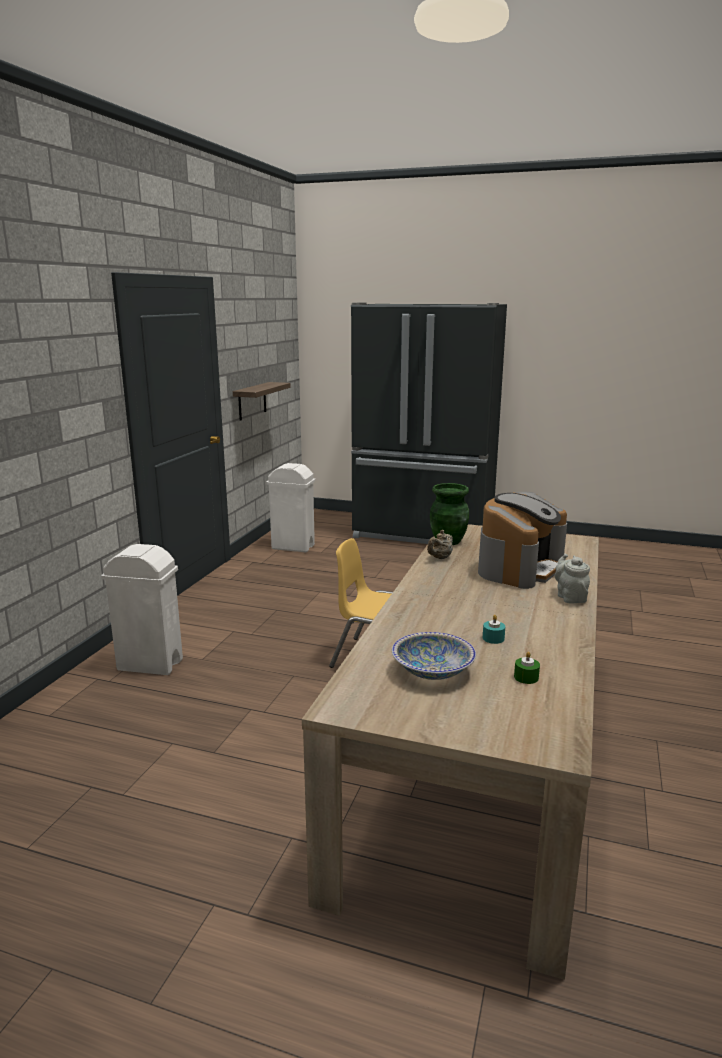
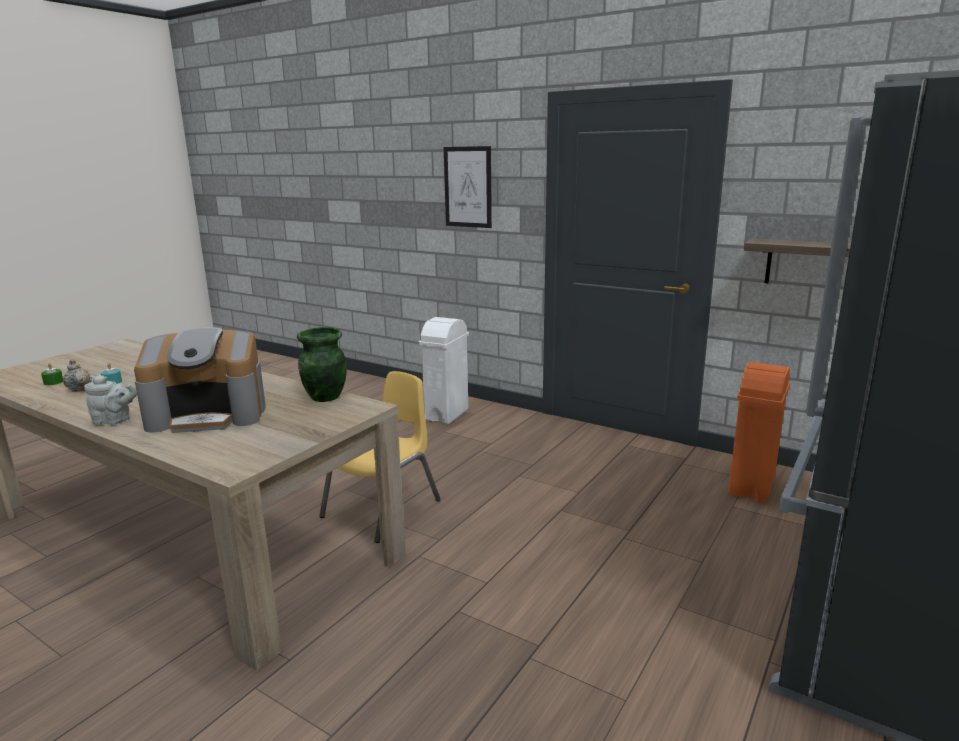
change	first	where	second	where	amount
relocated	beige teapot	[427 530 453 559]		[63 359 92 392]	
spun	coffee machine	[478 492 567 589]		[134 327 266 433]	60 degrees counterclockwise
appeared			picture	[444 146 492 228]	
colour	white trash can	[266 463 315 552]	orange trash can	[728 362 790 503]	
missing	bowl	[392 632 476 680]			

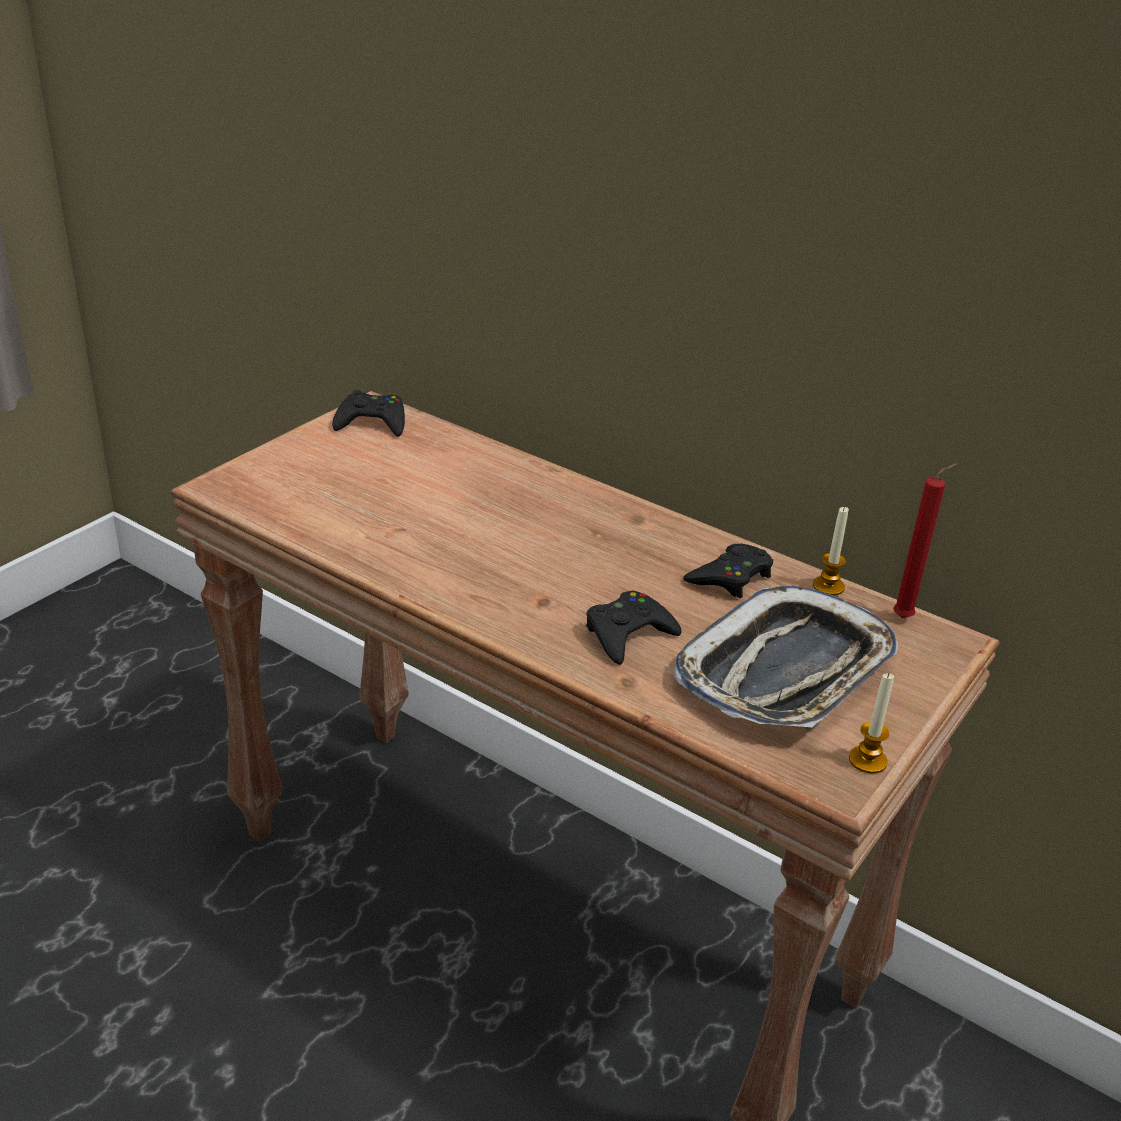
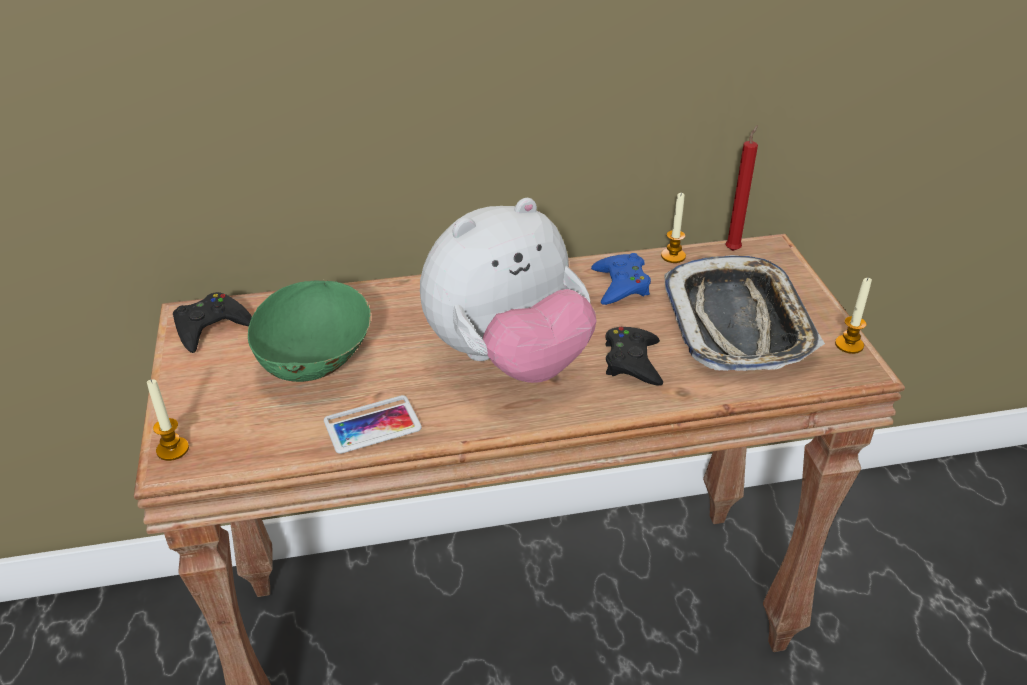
change	first	where	second	where	amount
appeared			candle	[147 379 189 461]	
appeared			green bowl	[248 279 372 382]	
appeared			phone	[324 395 422 454]	
appeared			plush toy	[420 198 596 383]	
colour	black game controller	[683 544 773 598]	blue game controller	[591 253 651 305]	

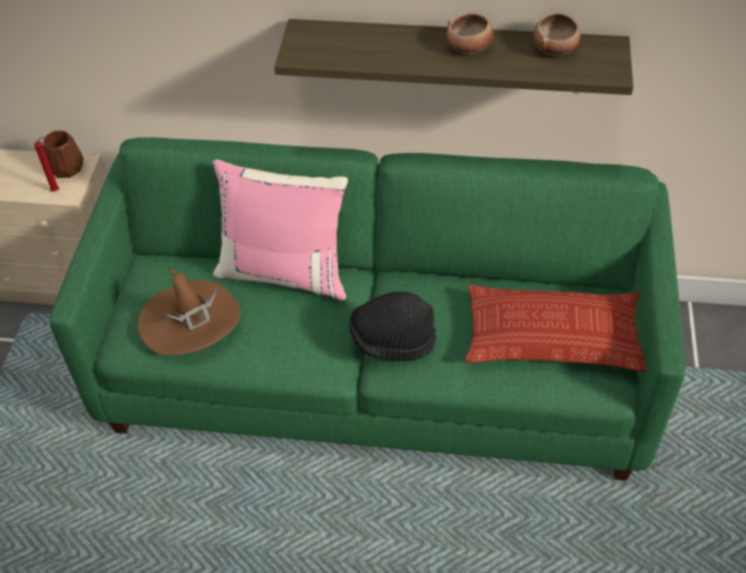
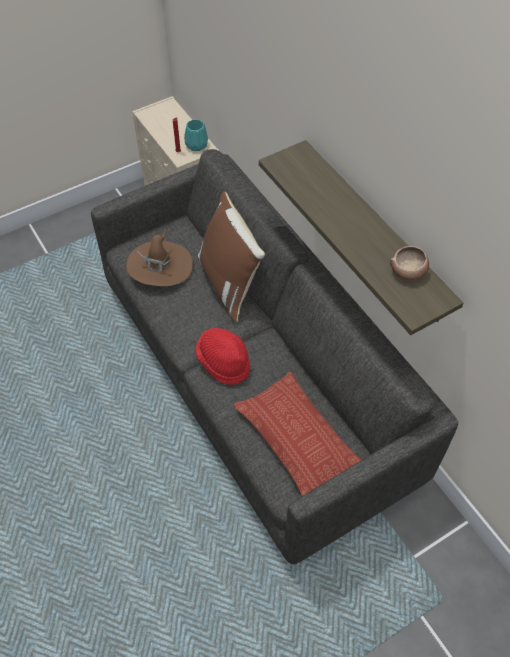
change	first	where	second	where	amount
colour	green sofa	[49 137 685 481]	grey sofa	[91 149 458 564]	
colour	brown vase	[43 131 83 178]	turquoise vase	[184 119 208 151]	
colour	black hat	[349 292 436 361]	red hat	[195 328 250 385]	
colour	pink pillow	[213 159 348 300]	brown pillow	[198 191 265 322]	
missing	bowl	[447 13 494 54]			

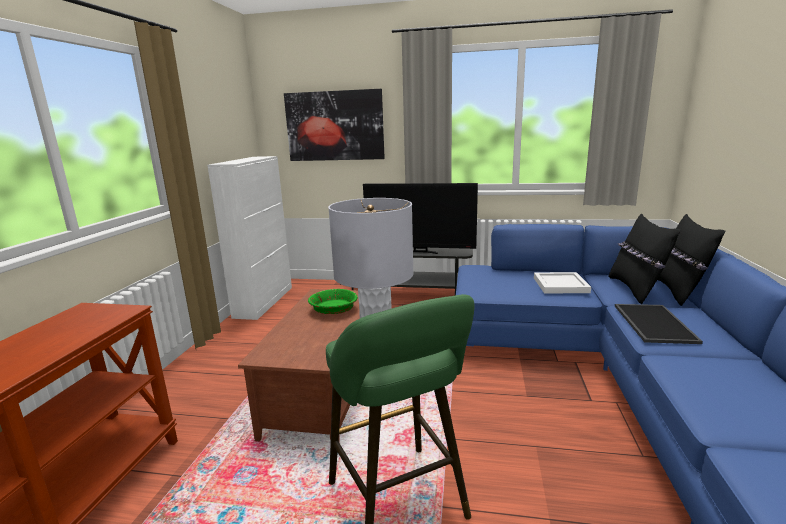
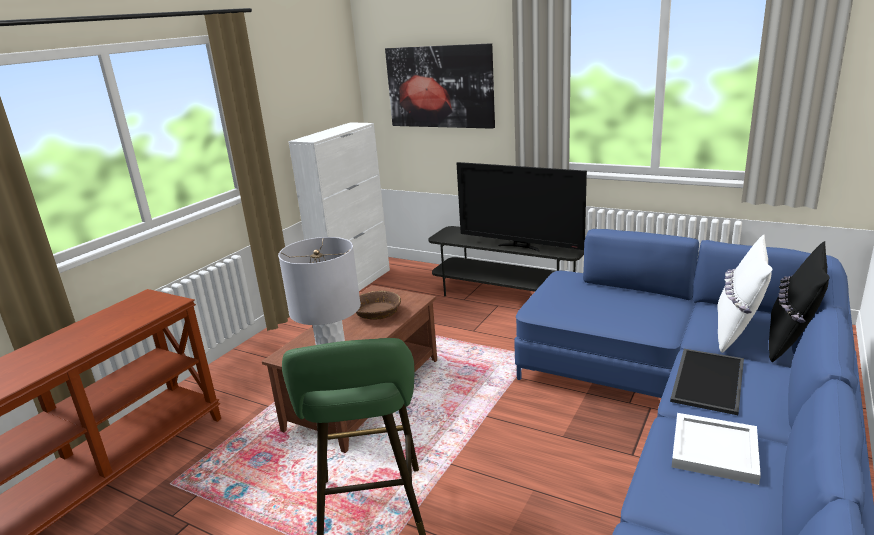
change	first	where	second	where	amount
colour	green bowl	[308 289 358 314]	brown bowl	[356 291 401 319]	
relocated	white tray	[534 272 591 293]		[672 413 761 485]	
colour	black pillow	[608 213 681 304]	white pillow	[717 235 772 353]	

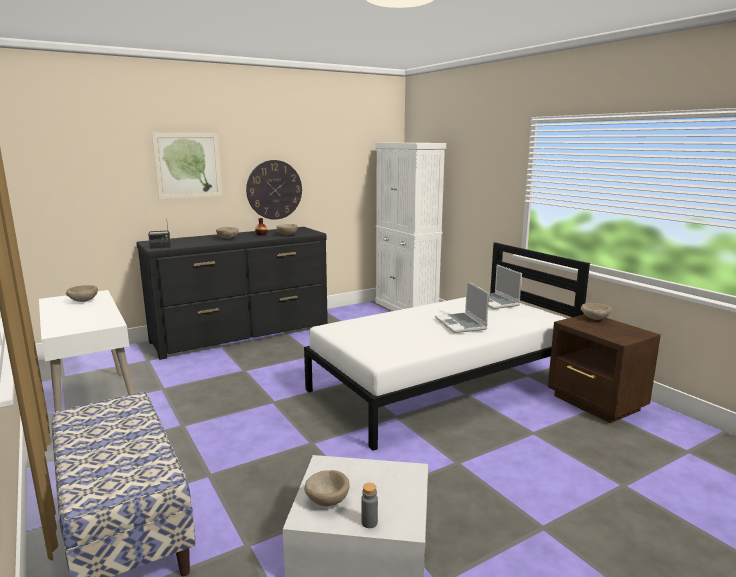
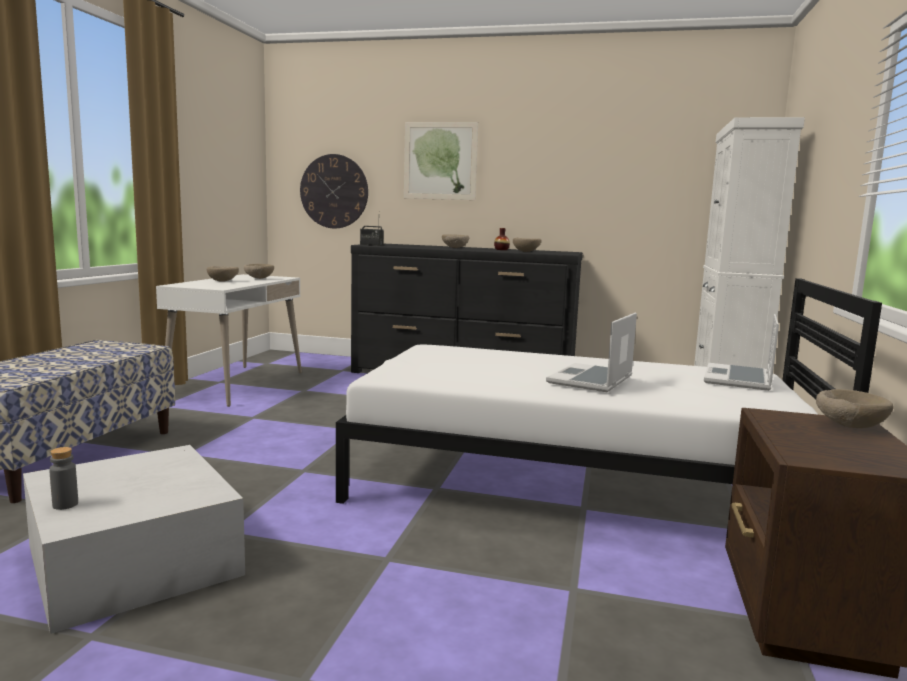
change	first	where	second	where	amount
relocated	beige bowl	[304 470 350 506]		[207 266 239 282]	
relocated	wall clock	[246 160 302 220]		[300 154 368 228]	

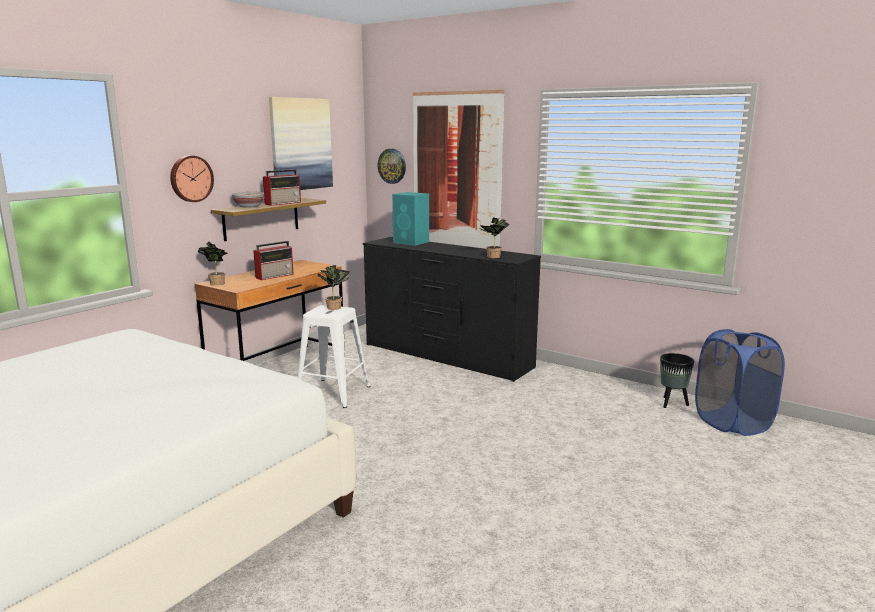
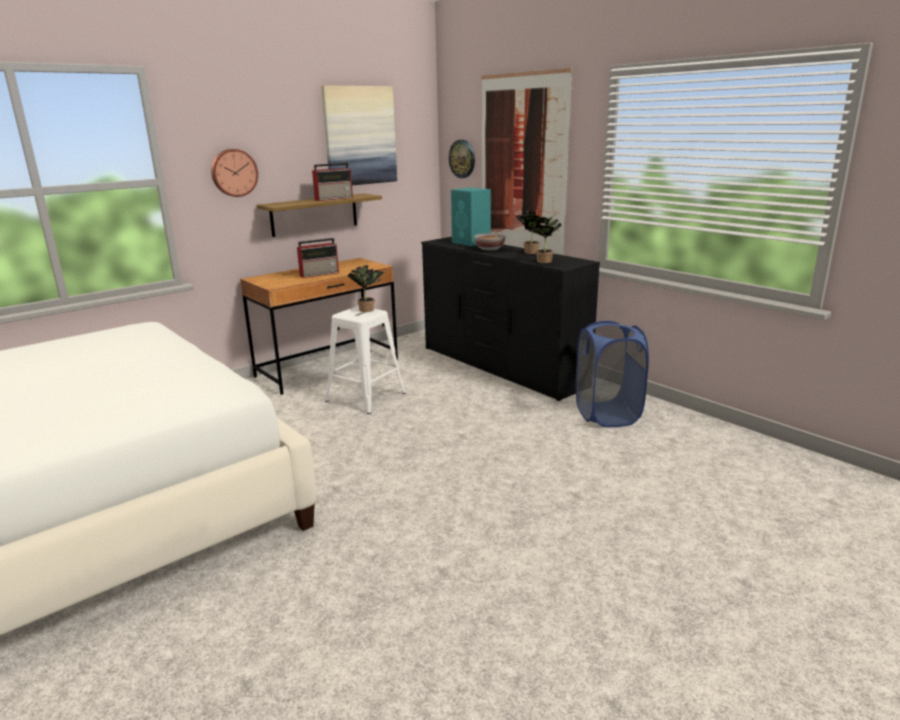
change	first	where	second	where	amount
relocated	bowl	[232 192 264 208]		[474 233 506 251]	
relocated	potted plant	[197 241 228 286]		[516 209 542 254]	
relocated	blue laundry basket	[695 329 785 436]		[575 321 649 427]	
missing	black planter	[660 353 694 408]			

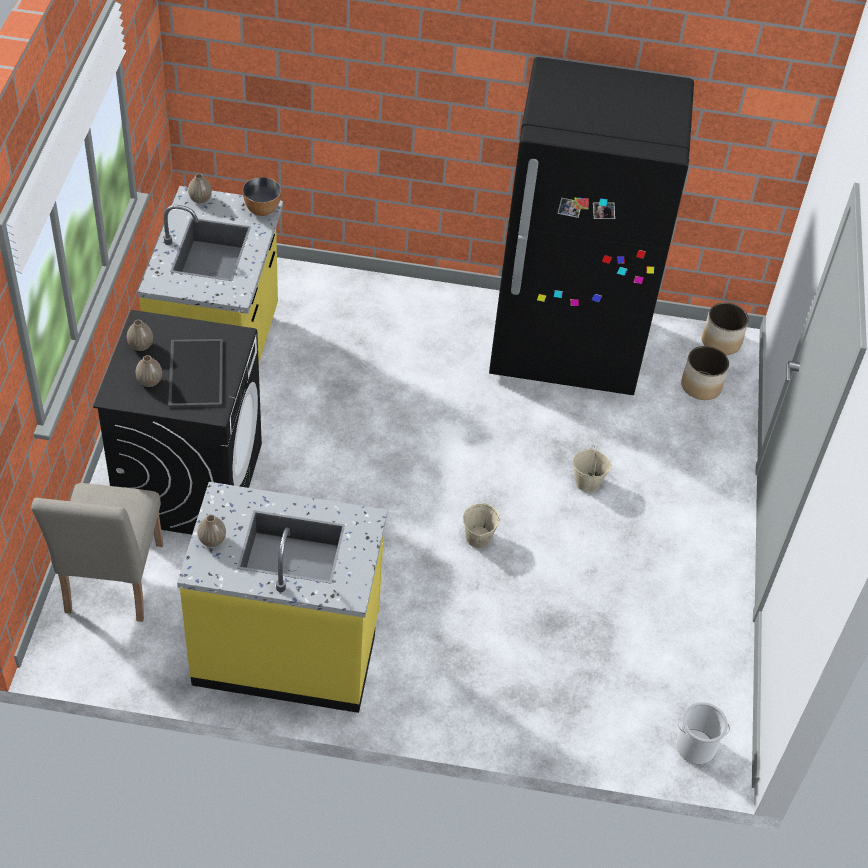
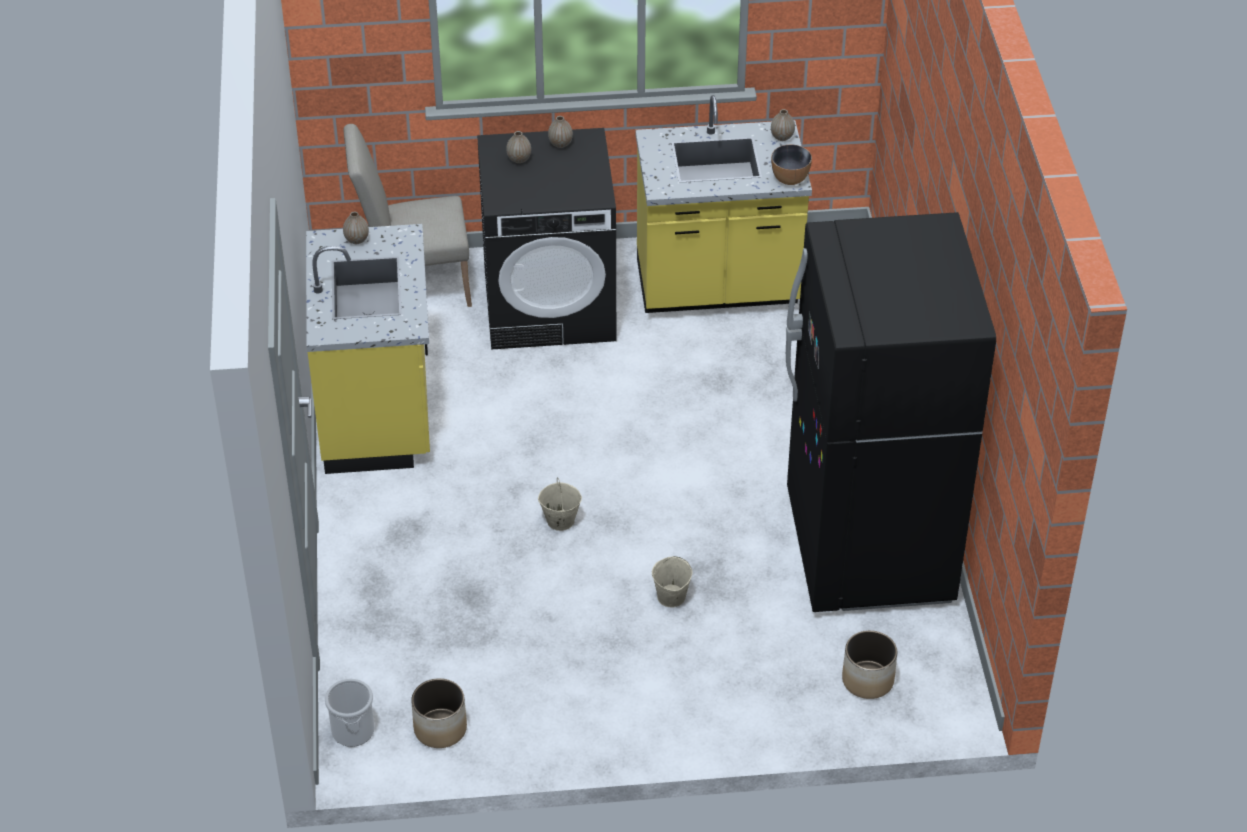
change	first	where	second	where	amount
relocated	planter	[702 302 749 355]		[411 678 467 748]	
missing	tray	[168 339 223 408]			

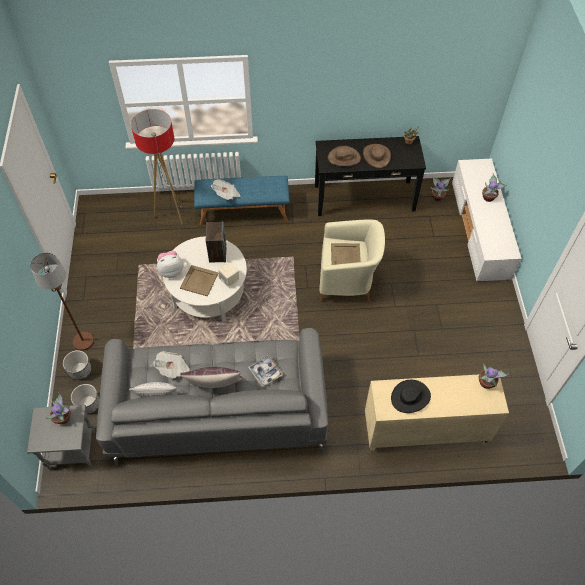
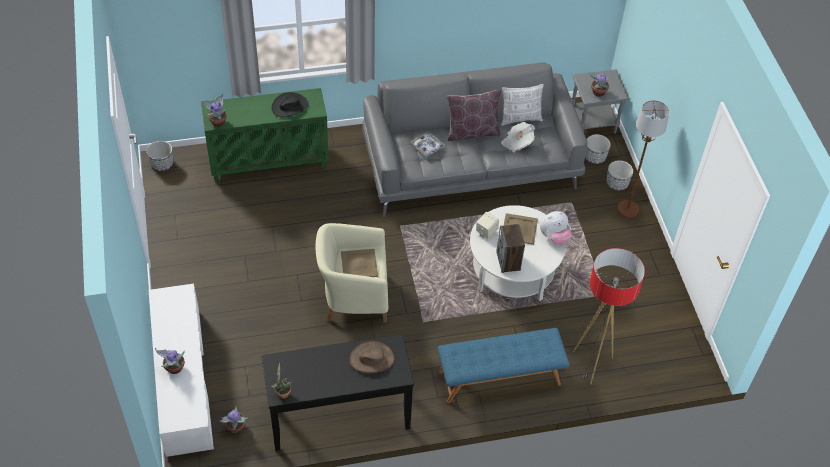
change	first	where	second	where	amount
appeared			planter	[147 141 173 171]	
colour	beige cabinet	[365 374 509 451]	green cabinet	[201 88 329 183]	
missing	newspaper	[211 179 241 200]			
missing	brown hat	[363 144 391 168]			

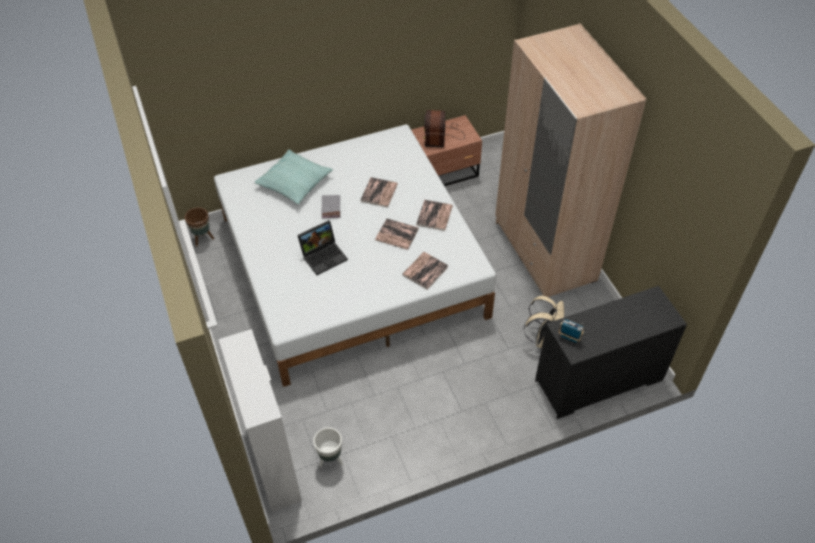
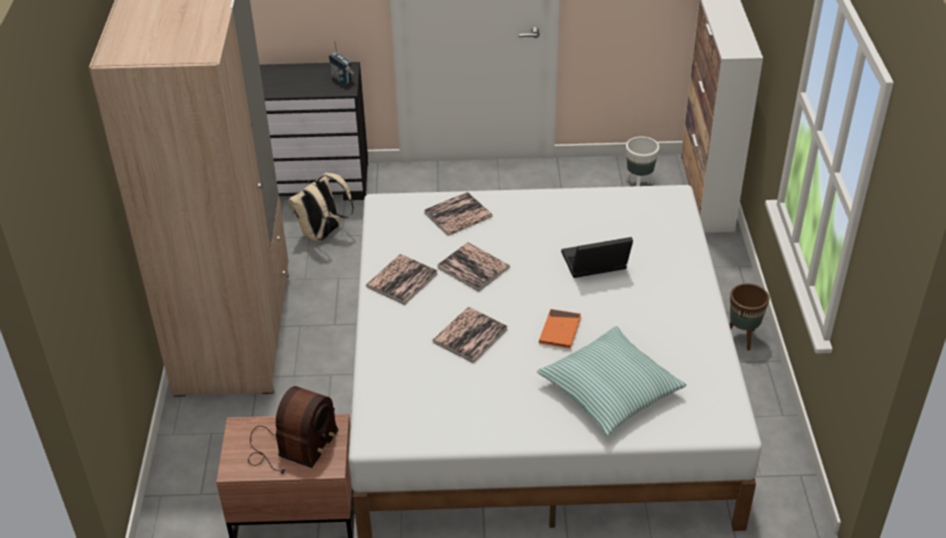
change	first	where	second	where	amount
colour	grey book	[322 195 340 218]	orange book	[539 309 581 349]	
relocated	brown planter	[185 207 214 247]		[729 283 769 351]	

